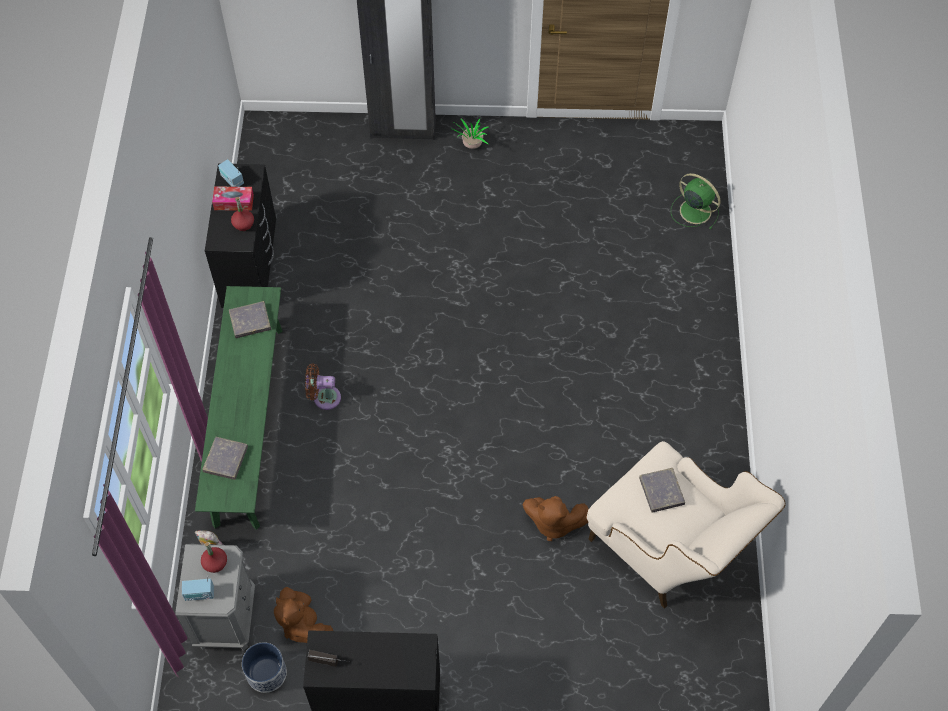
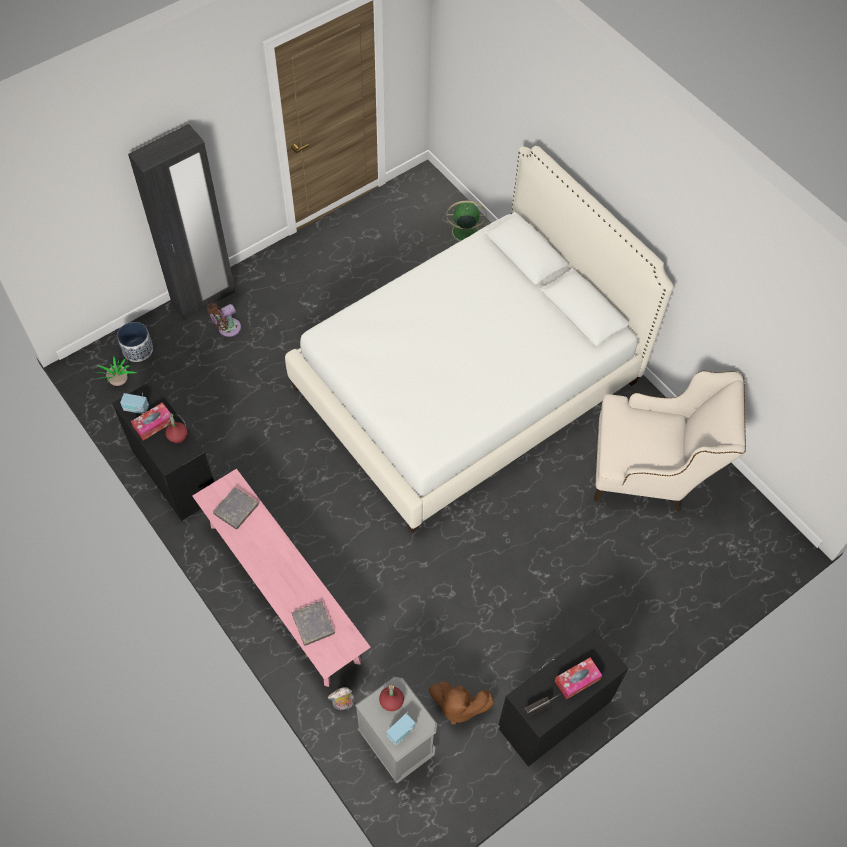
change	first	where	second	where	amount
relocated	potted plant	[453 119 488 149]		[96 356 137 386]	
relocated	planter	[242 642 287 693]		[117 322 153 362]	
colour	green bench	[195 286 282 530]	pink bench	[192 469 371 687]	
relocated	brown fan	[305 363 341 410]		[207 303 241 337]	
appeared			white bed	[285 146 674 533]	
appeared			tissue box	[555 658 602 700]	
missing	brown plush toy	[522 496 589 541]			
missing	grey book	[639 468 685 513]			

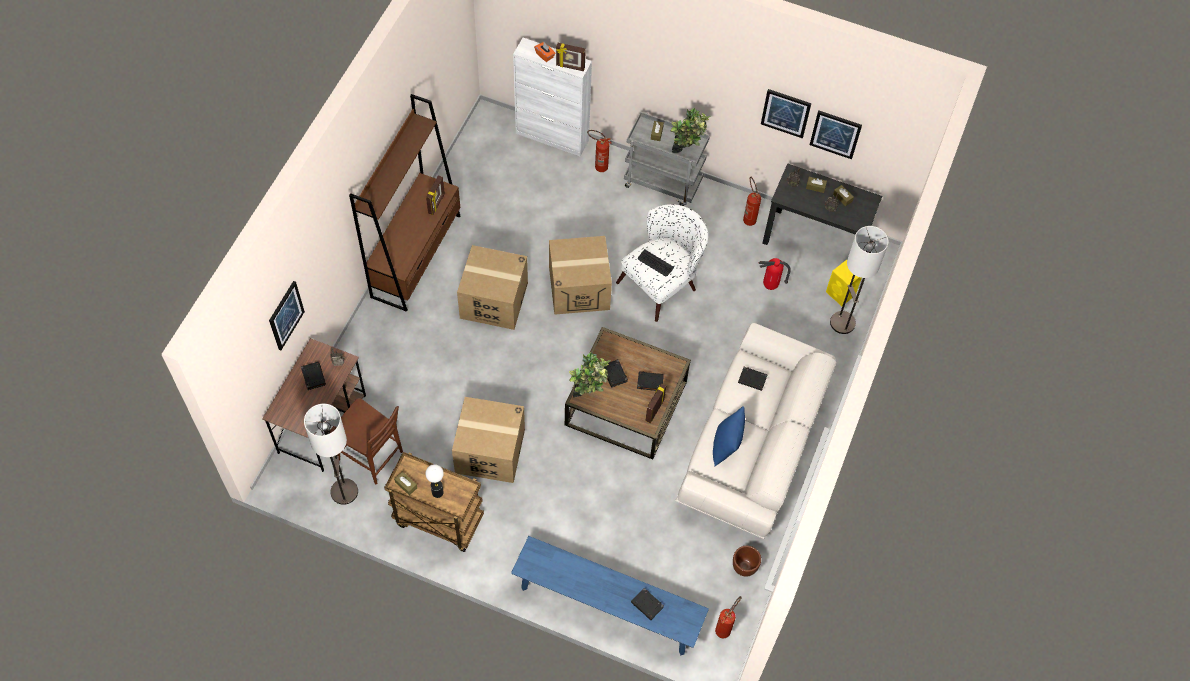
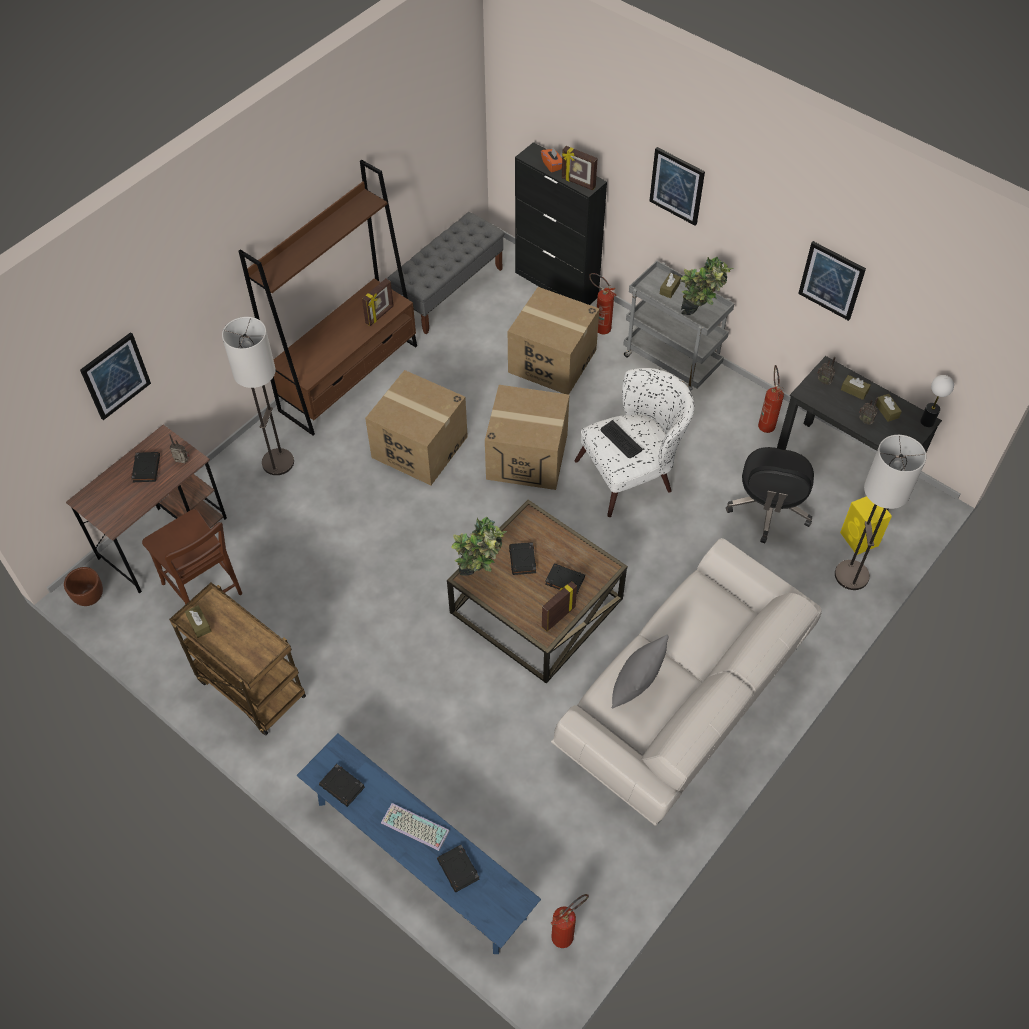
change	first	where	second	where	amount
relocated	brown planter	[733 546 761 577]		[64 567 103 606]	
relocated	floor lamp	[304 404 358 505]		[222 317 294 475]	
relocated	black book	[738 367 768 391]		[319 764 365 807]	
appeared			keyboard	[381 803 450 851]	
appeared			grey bench	[387 212 504 334]	
relocated	cardboard box	[452 397 525 483]		[508 287 599 394]	
colour	white cabinet	[513 38 592 156]	black cabinet	[515 142 607 305]	
colour	blue pillow	[713 406 745 467]	grey pillow	[612 635 668 709]	
relocated	picture	[810 111 862 159]		[649 147 705 226]	
exchanged	fire extinguisher	[758 258 791 290]	black office chair	[726 447 814 543]	
relocated	table lamp	[425 464 444 498]		[920 375 954 427]	

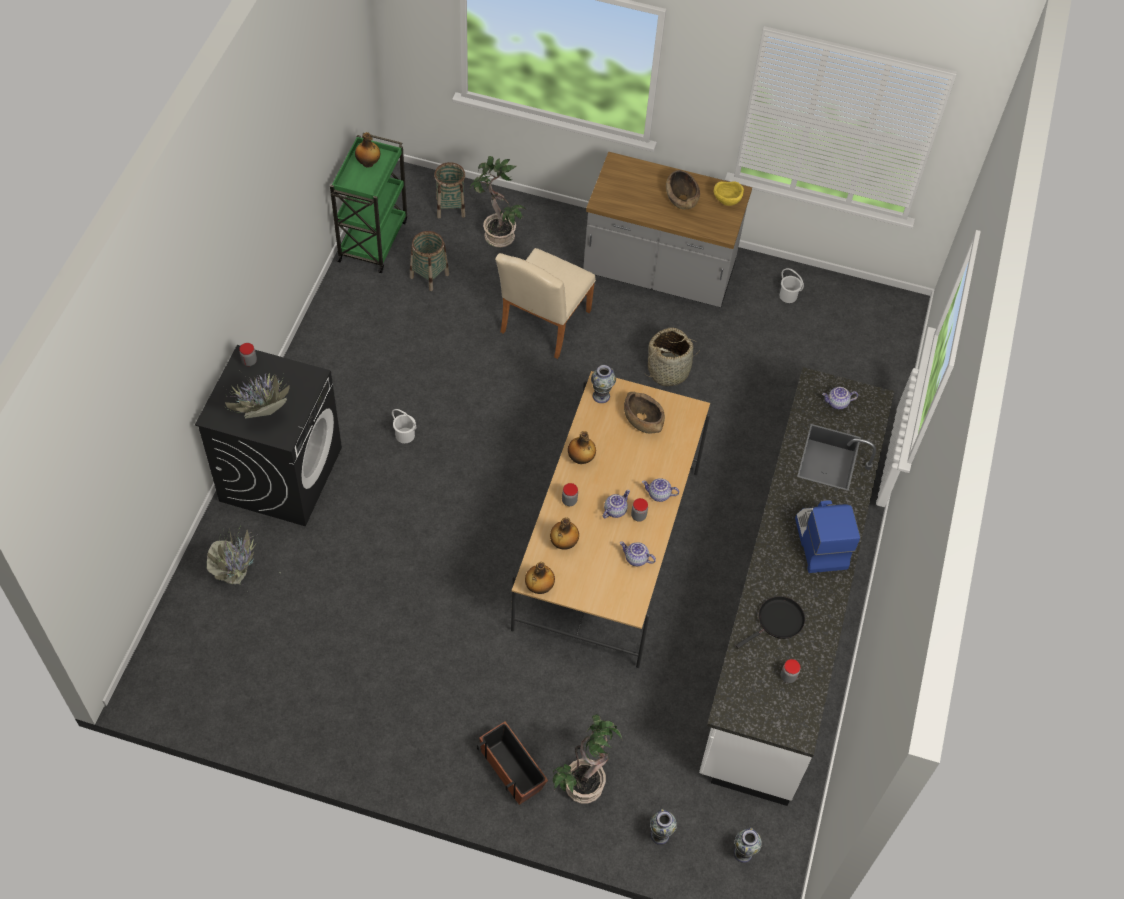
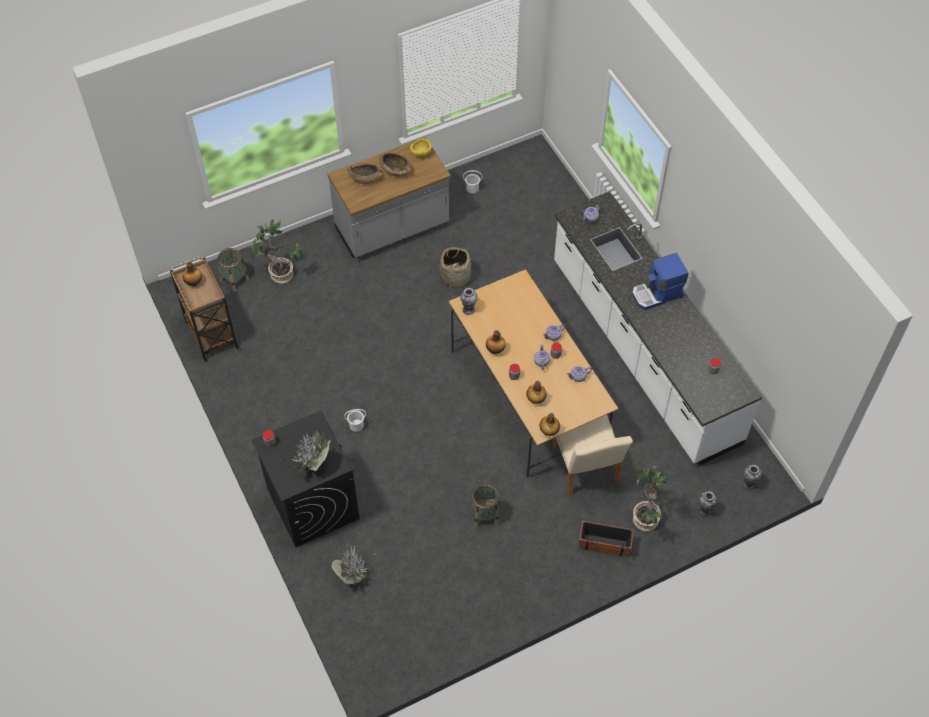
change	first	where	second	where	amount
colour	green cart	[330 133 407 273]	brown cart	[170 256 239 362]	
relocated	brown bowl	[624 391 665 433]		[347 163 382 184]	
relocated	basket	[410 231 449 291]		[472 484 499 527]	
relocated	beige chair	[495 248 596 359]		[552 415 633 496]	
spun	coffee machine	[795 500 861 573]		[632 253 689 310]	60 degrees counterclockwise
missing	black frying pan	[736 596 805 649]			

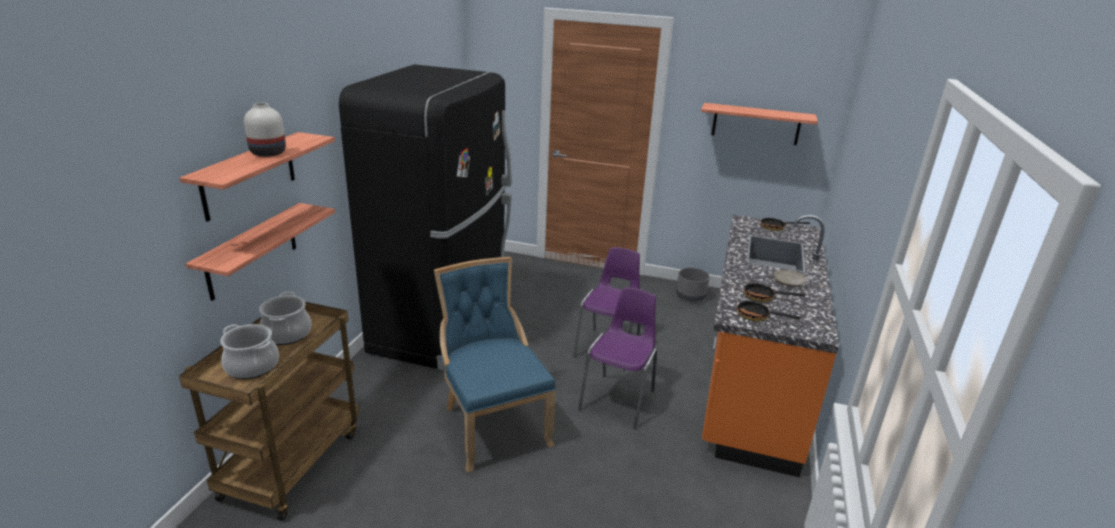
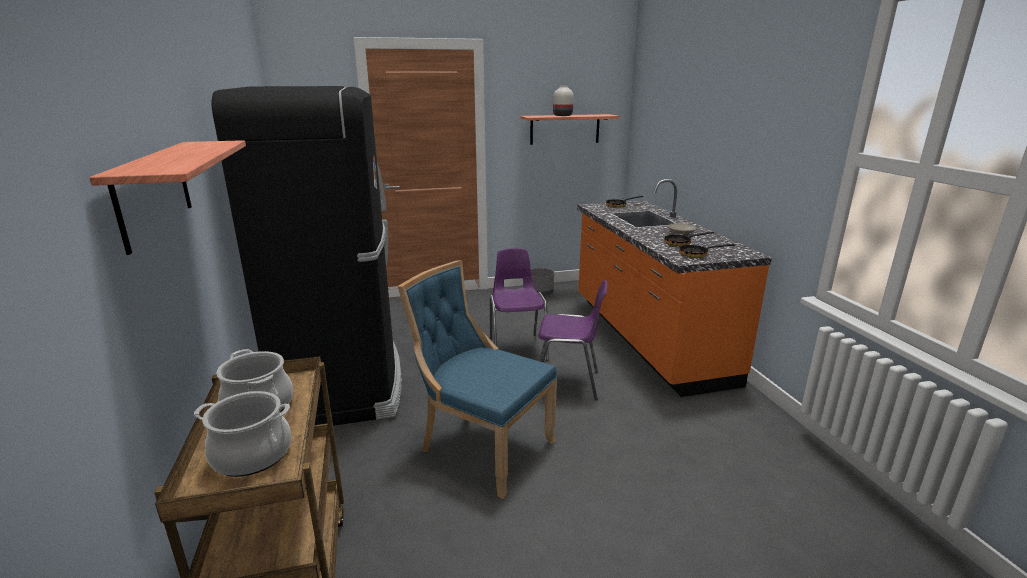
change	first	where	second	where	amount
spun	purple chair	[578 287 657 429]		[538 280 607 400]	105 degrees clockwise
relocated	white vase	[244 103 286 157]		[553 86 574 116]	
missing	shelf	[186 203 335 301]			

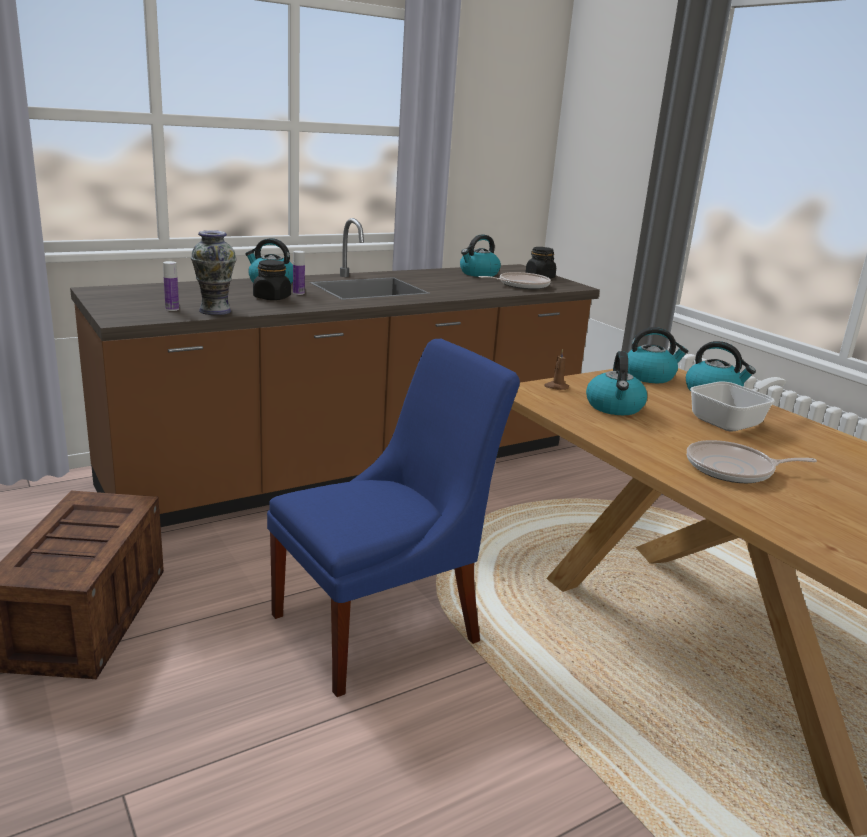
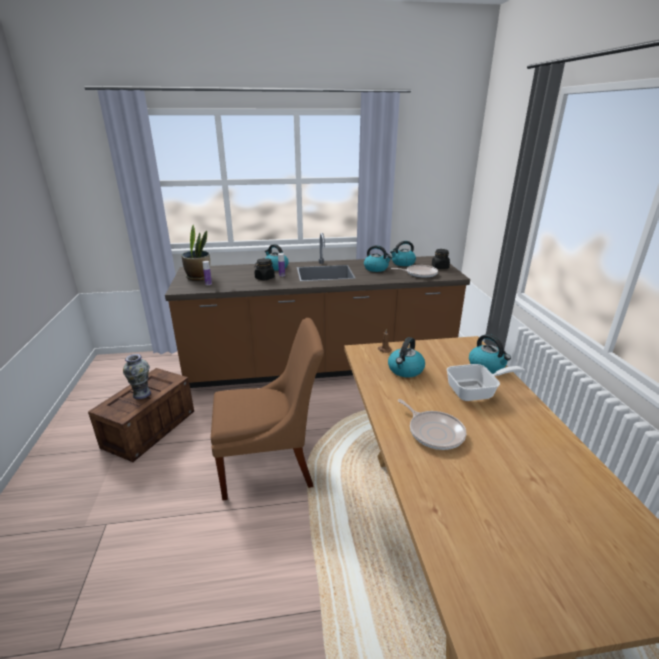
change	first	where	second	where	amount
relocated	vase	[191 230 237 315]		[123 354 151 399]	
appeared			potted plant	[181 225 210 281]	
colour	blue chair	[267 339 520 697]	brown chair	[211 318 324 501]	
relocated	kettle	[627 327 688 383]		[364 245 392 272]	
spun	frying pan	[687 440 817 483]		[398 399 466 450]	150 degrees counterclockwise

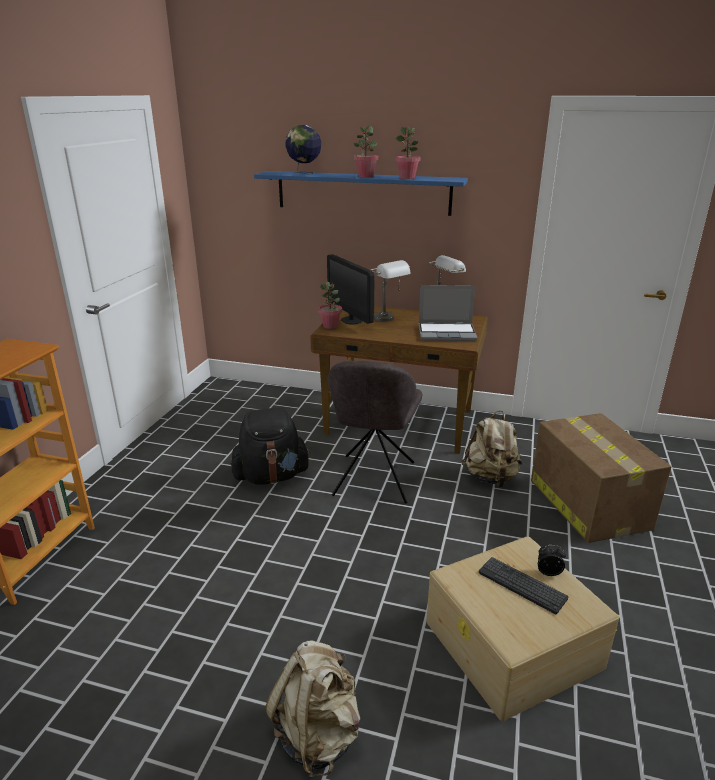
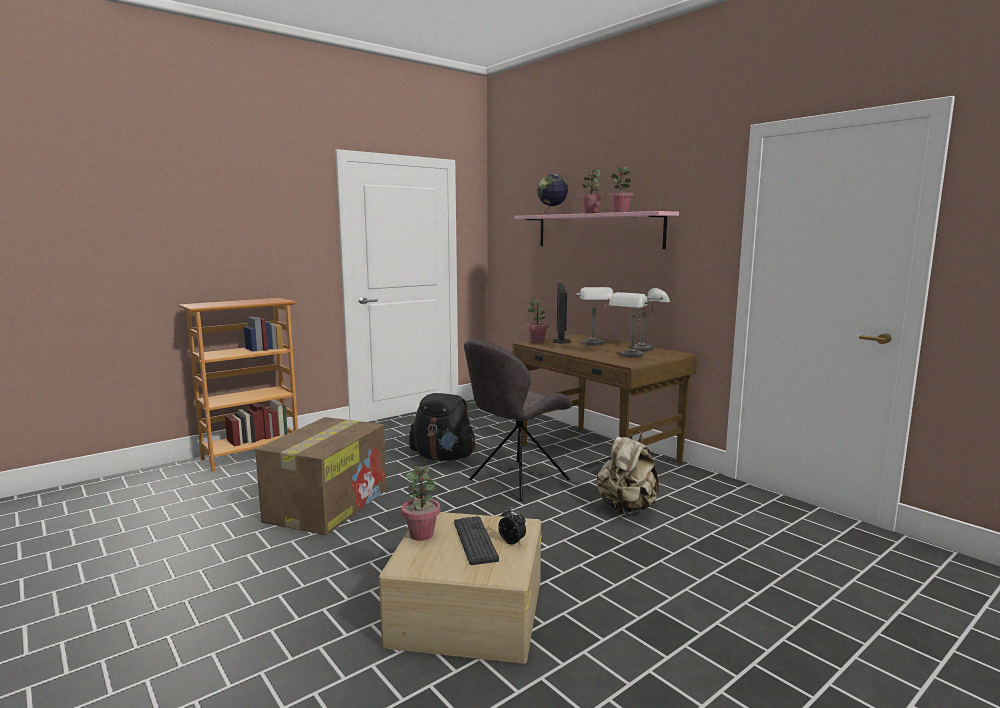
change	first	where	second	where	amount
relocated	cardboard box	[531 413 671 543]		[255 417 386 535]	
appeared			potted plant	[401 466 440 541]	
colour	blue shelf	[254 171 468 216]	pink shelf	[514 211 679 249]	
exchanged	laptop	[419 285 477 341]	grey table lamp	[608 292 654 358]	
missing	beige backpack	[265 640 360 778]			

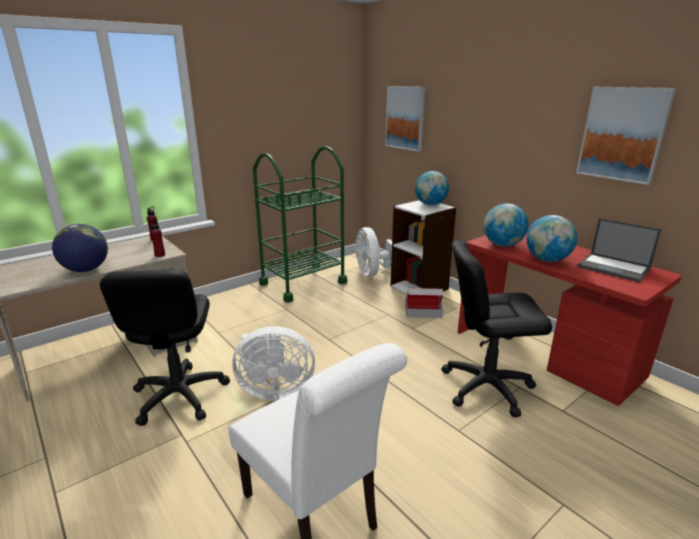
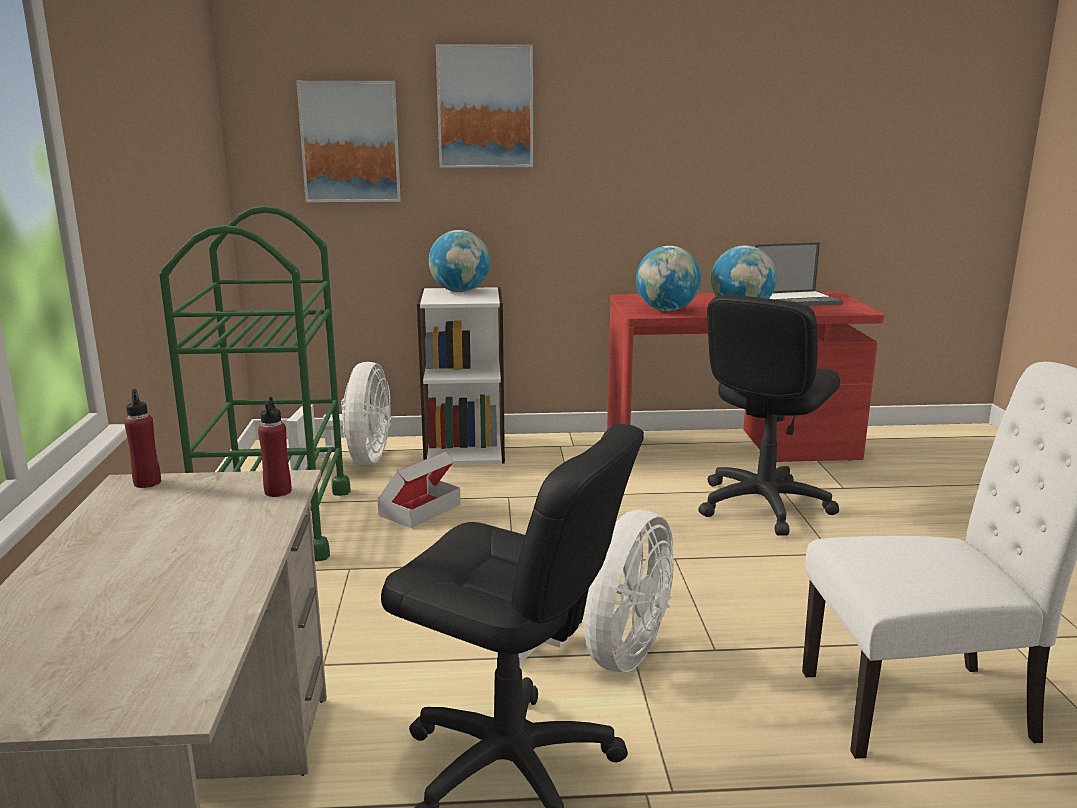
change	first	where	second	where	amount
spun	white fan	[356 227 392 277]		[287 362 391 470]	105 degrees counterclockwise
relocated	cardboard box	[405 288 443 318]		[377 451 461 528]	
relocated	picture	[576 87 676 185]		[436 44 533 168]	
missing	globe	[52 224 108 272]			

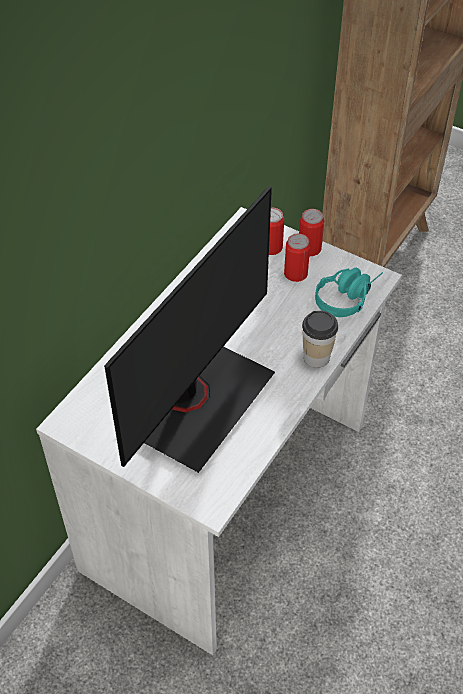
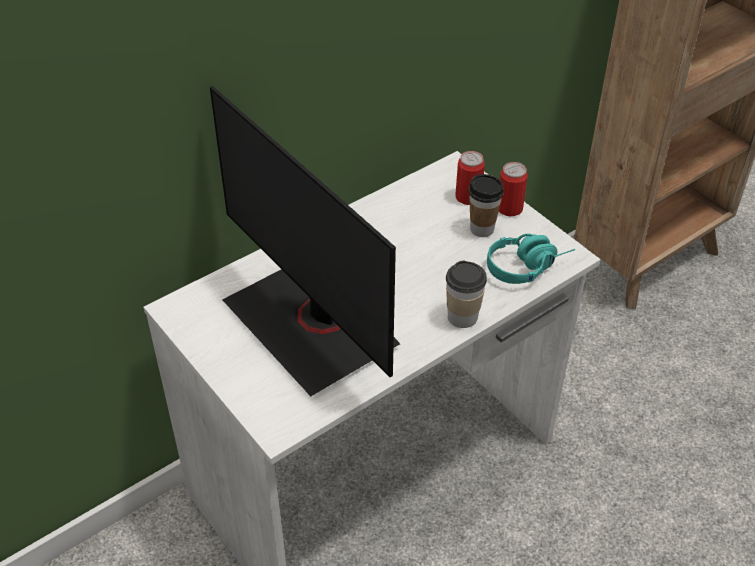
change	first	where	second	where	amount
spun	monitor	[104 186 275 473]		[210 86 400 396]	90 degrees clockwise
exchanged	can	[284 234 310 282]	cup	[469 174 504 237]	

